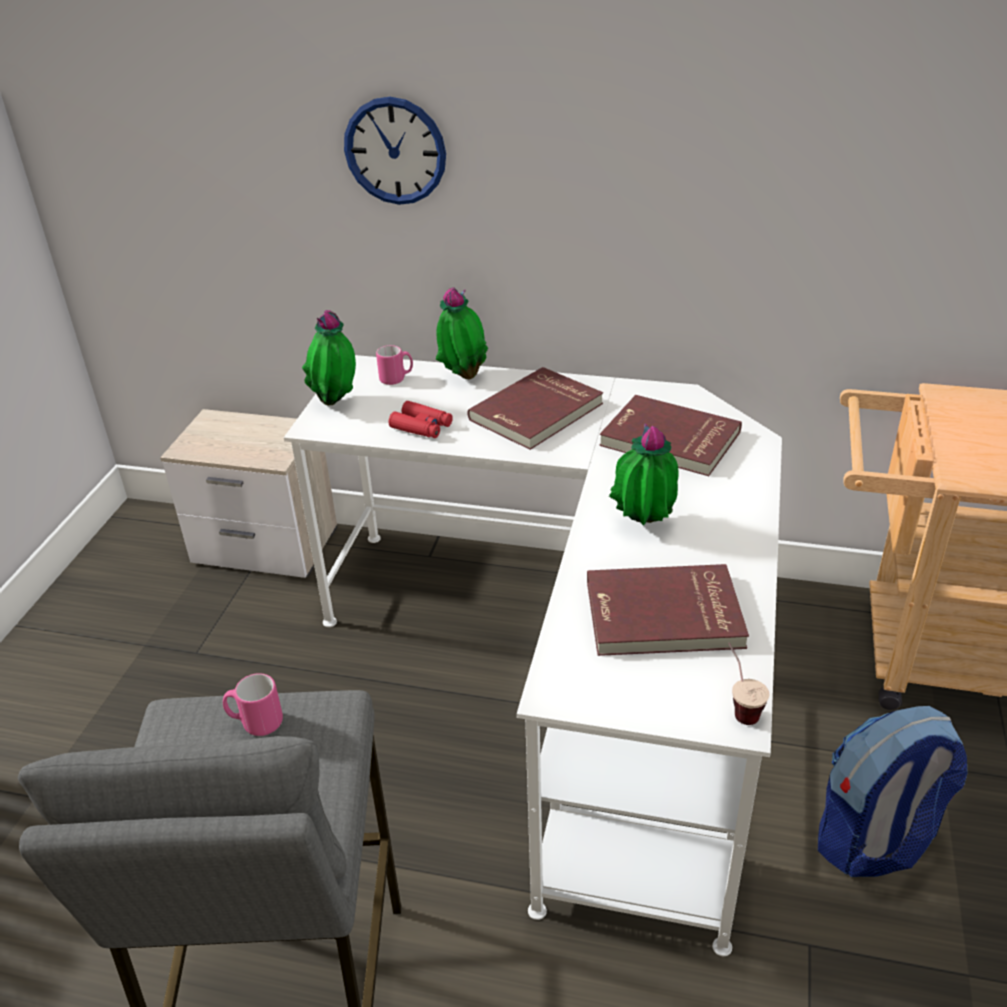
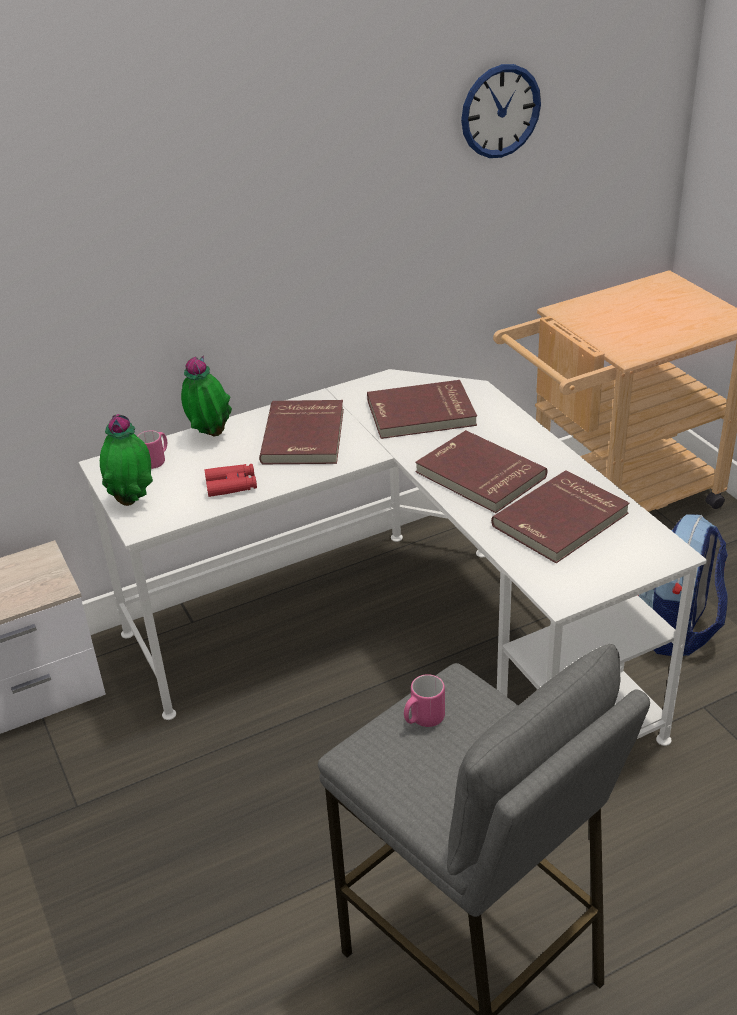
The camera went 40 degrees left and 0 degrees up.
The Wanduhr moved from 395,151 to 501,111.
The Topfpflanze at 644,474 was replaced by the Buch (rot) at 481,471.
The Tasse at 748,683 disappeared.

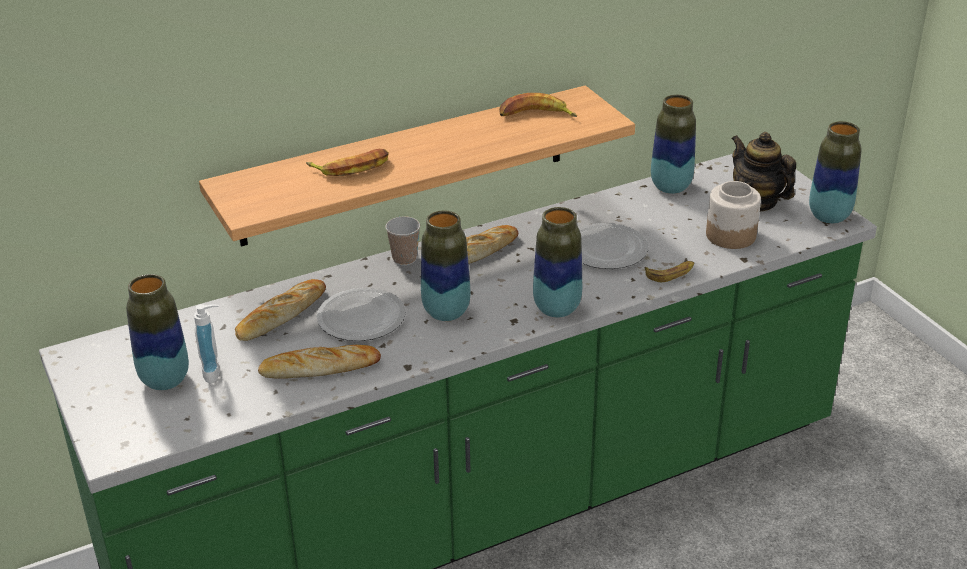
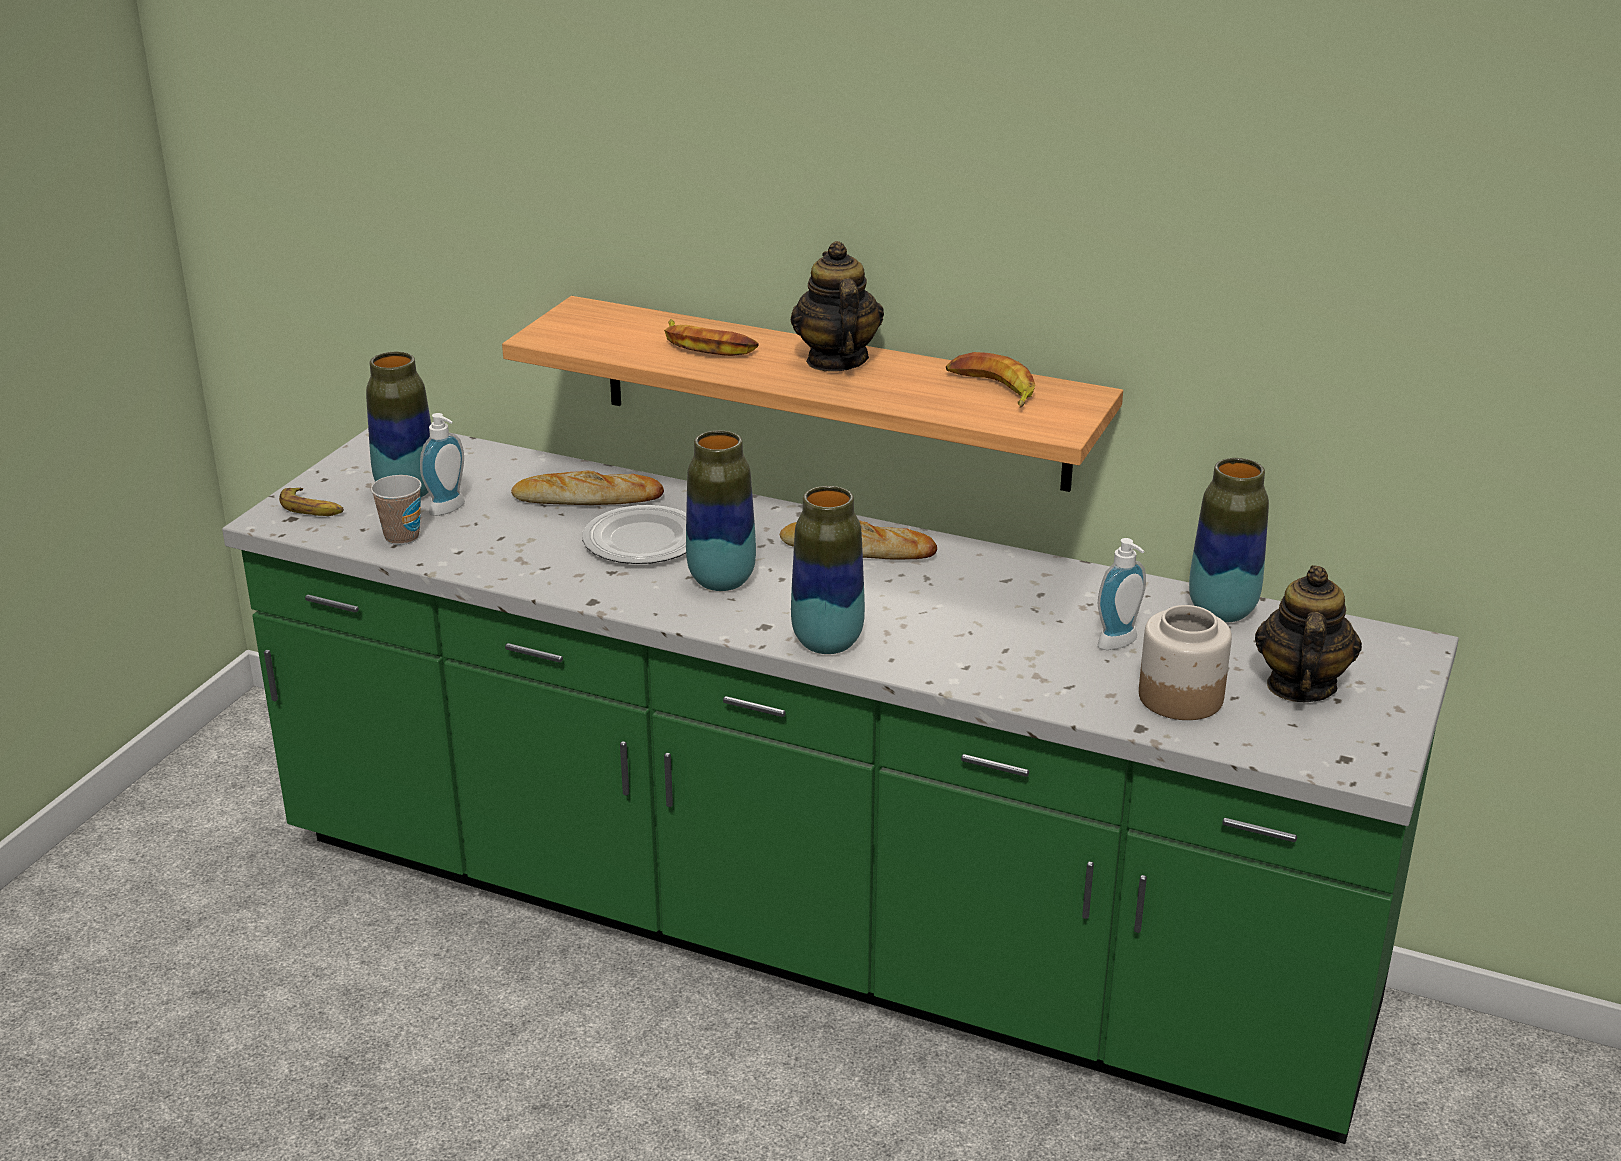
The camera went 50 degrees right and 5 degrees down.
The Brot at 319,362 disappeared.
The Tasse moved from 403,240 to 396,510.
The Teller at 614,246 disappeared.
The Banane moved from 669,271 to 311,502.
The Vase at 835,172 disappeared.
The Teekanne at 837,306 appeared.
The Seifenspender at 1122,594 appeared.

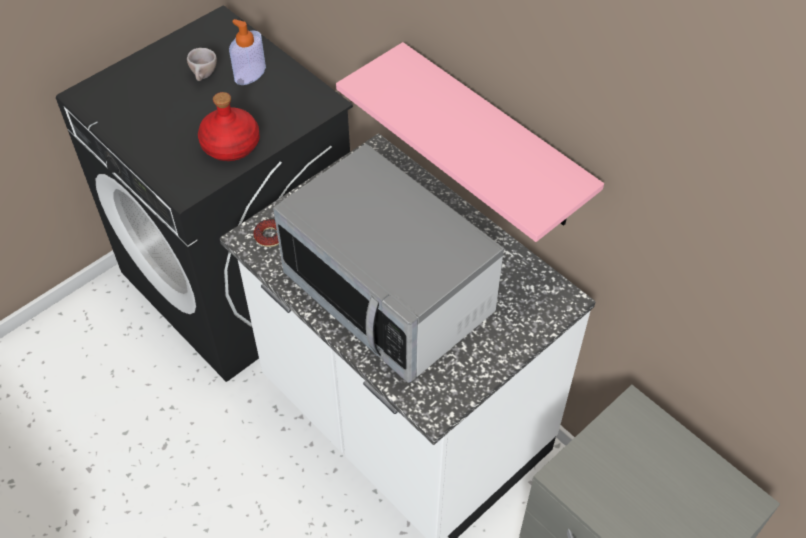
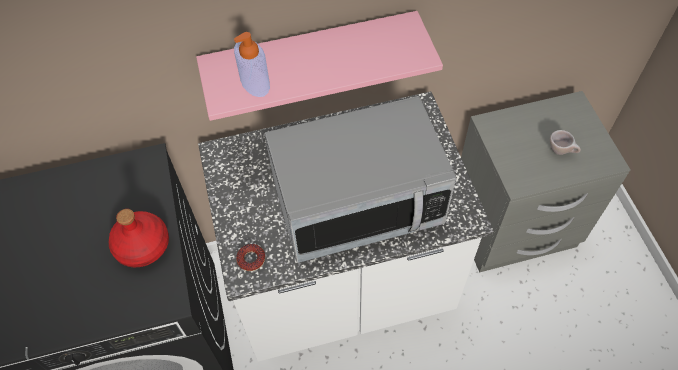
The camera went 60 degrees left and 5 degrees up.
The Tasse (beige) moved from 202,64 to 565,142.
The Seifenspender moved from 247,52 to 252,64.

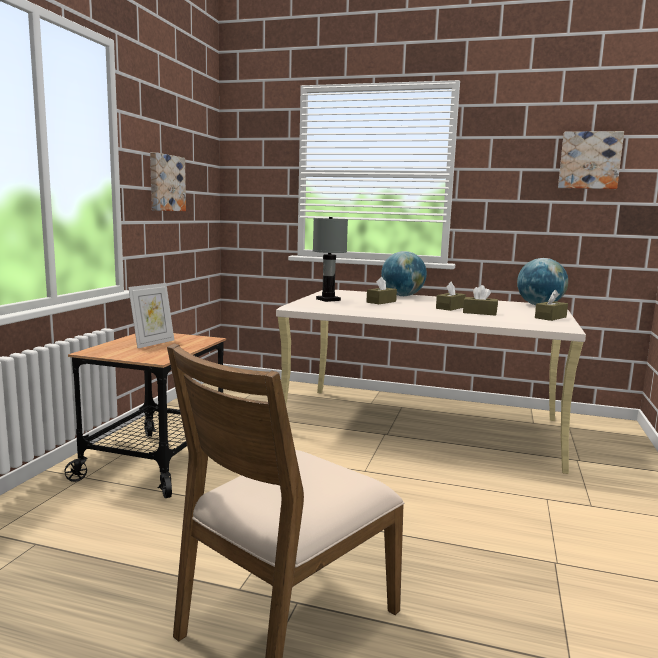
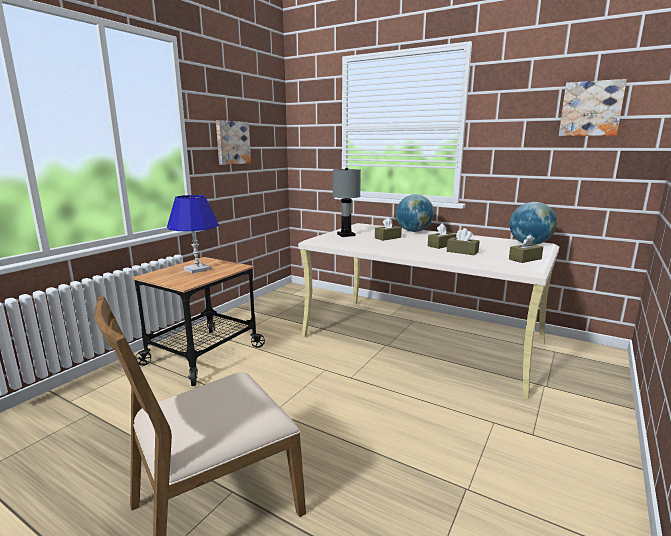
The camera went 15 degrees right and 5 degrees up.
The Bilderrahmen at 151,316 was replaced by the Tischlampe (blau) at 193,234.

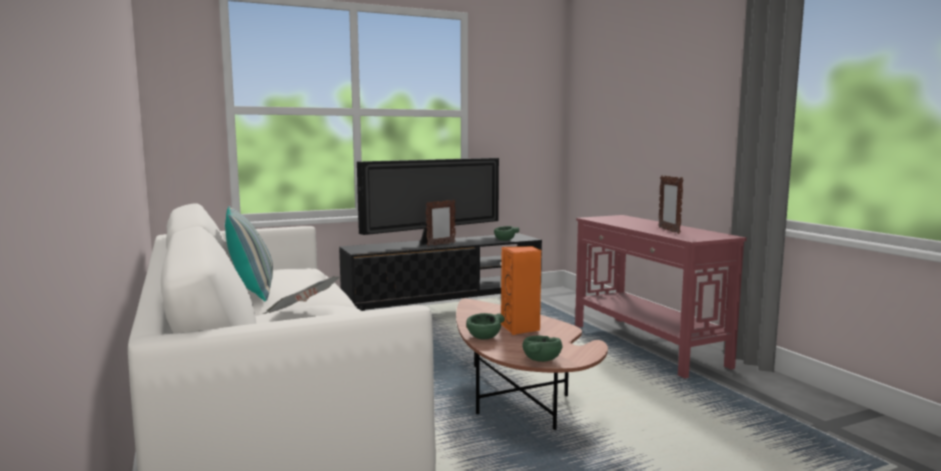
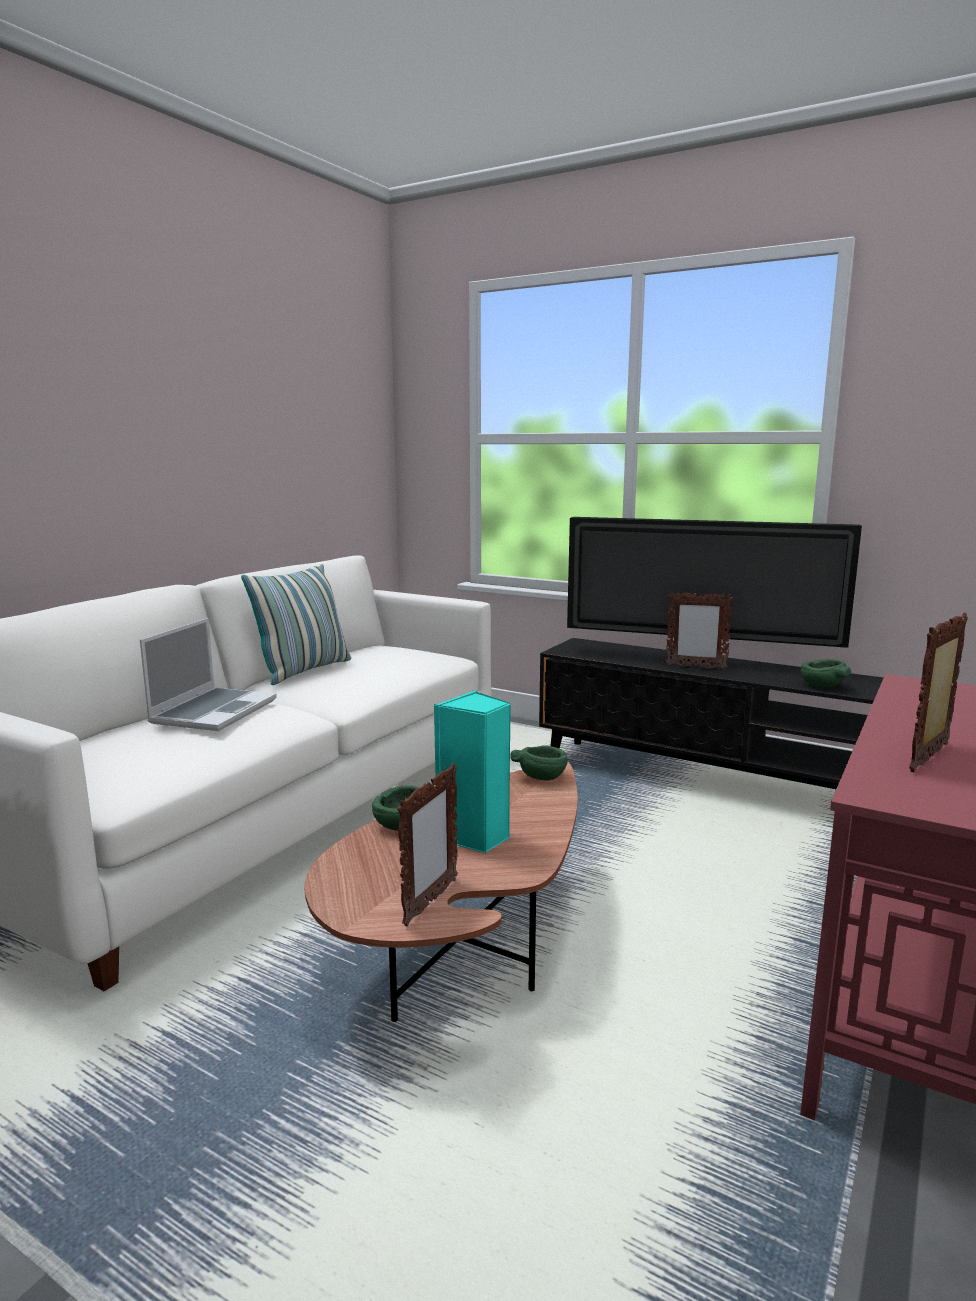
The camera went 55 degrees right and 5 degrees up.
The Zeitung at 301,295 was replaced by the Laptop at 208,674.
The Lautsprecher (orange) at 521,290 became the Lautsprecher (türkis) at 472,771.
The Schüssel (grün) moved from 542,348 to 539,763.
The Bilderrahmen at 427,844 appeared.

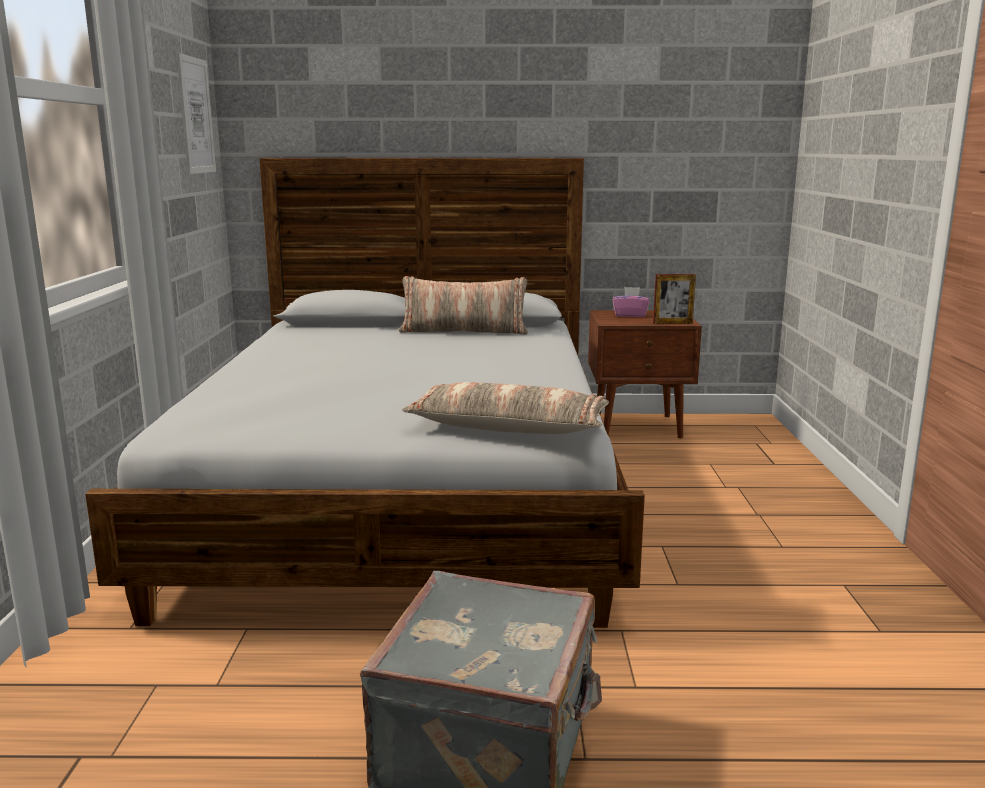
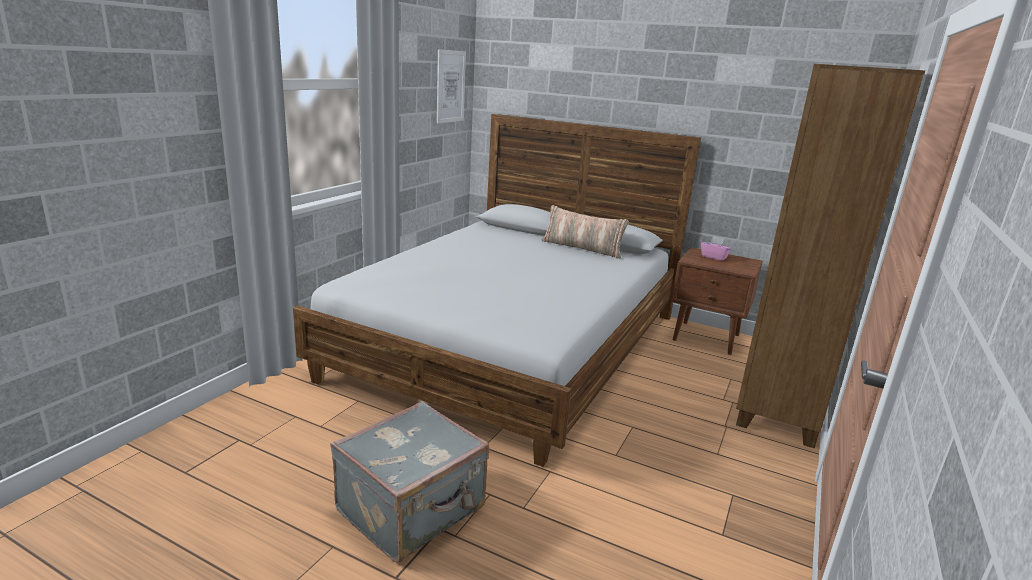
The camera went 25 degrees right and 5 degrees up.
The Kissen at 505,408 disappeared.
The Bilderrahmen at 674,299 disappeared.
The Bücherregal (braun) at 830,256 appeared.

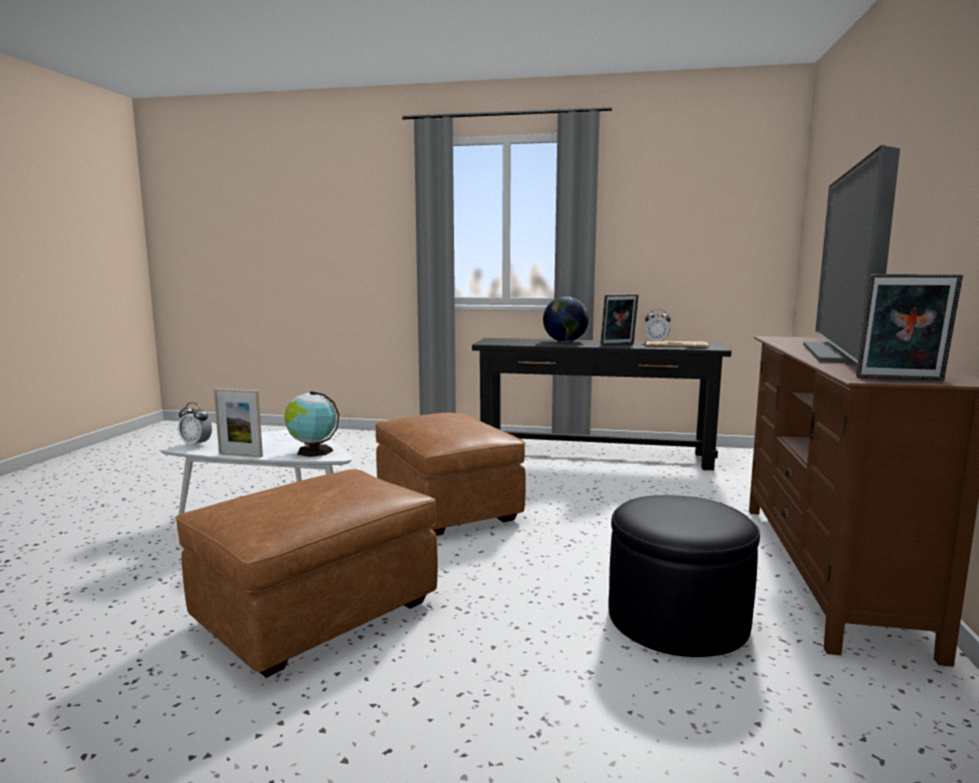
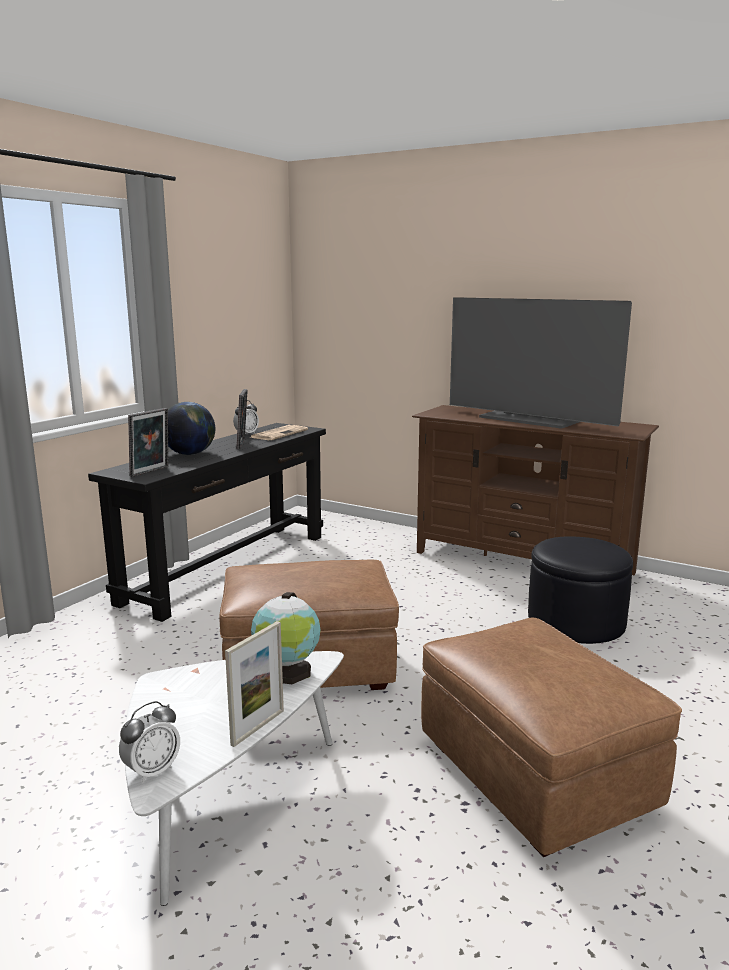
The camera went 70 degrees left and 5 degrees up.
The Bilderrahmen moved from 909,327 to 148,442.

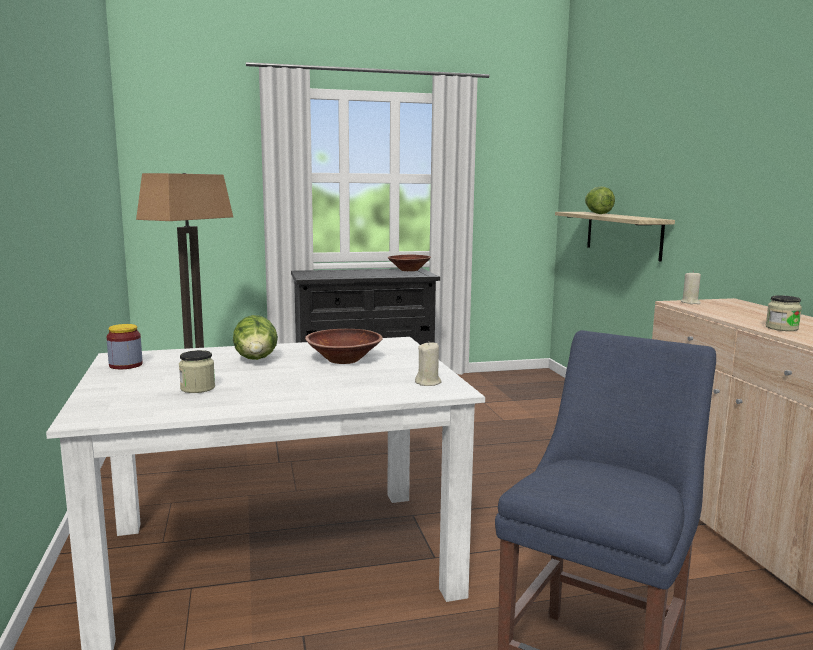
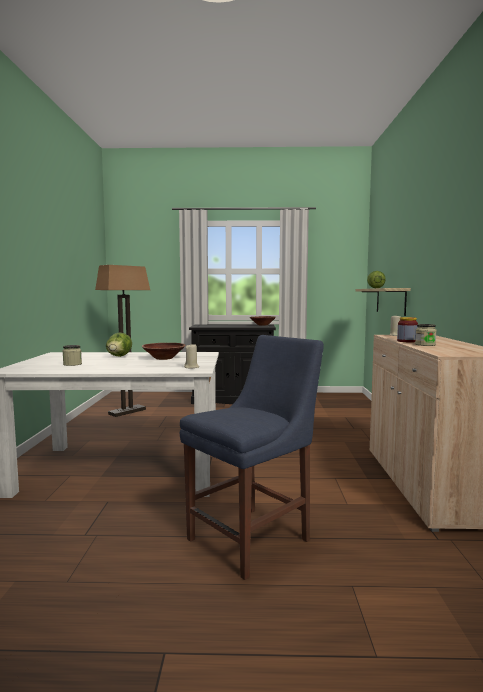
The camera went 15 degrees right and 5 degrees down.
The Vorratsglas moved from 124,346 to 407,329.

